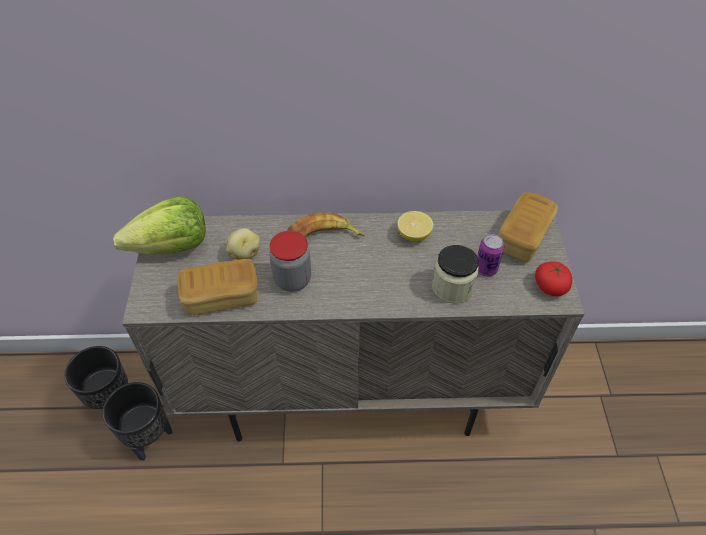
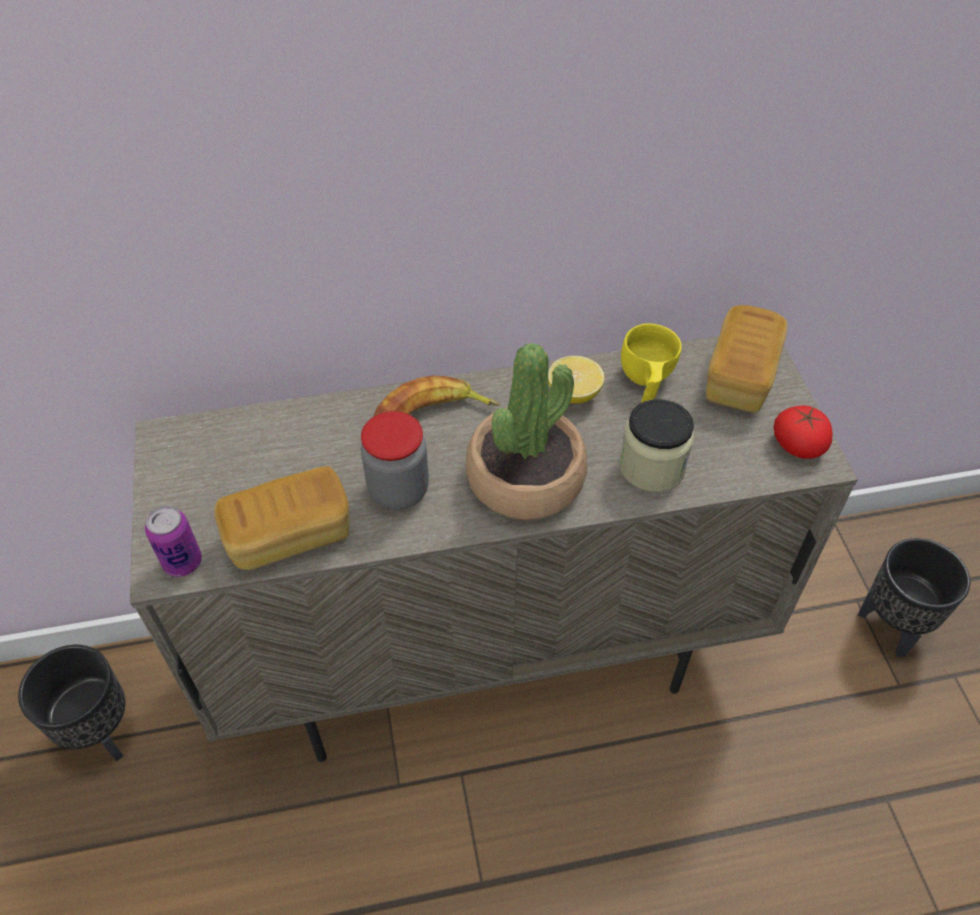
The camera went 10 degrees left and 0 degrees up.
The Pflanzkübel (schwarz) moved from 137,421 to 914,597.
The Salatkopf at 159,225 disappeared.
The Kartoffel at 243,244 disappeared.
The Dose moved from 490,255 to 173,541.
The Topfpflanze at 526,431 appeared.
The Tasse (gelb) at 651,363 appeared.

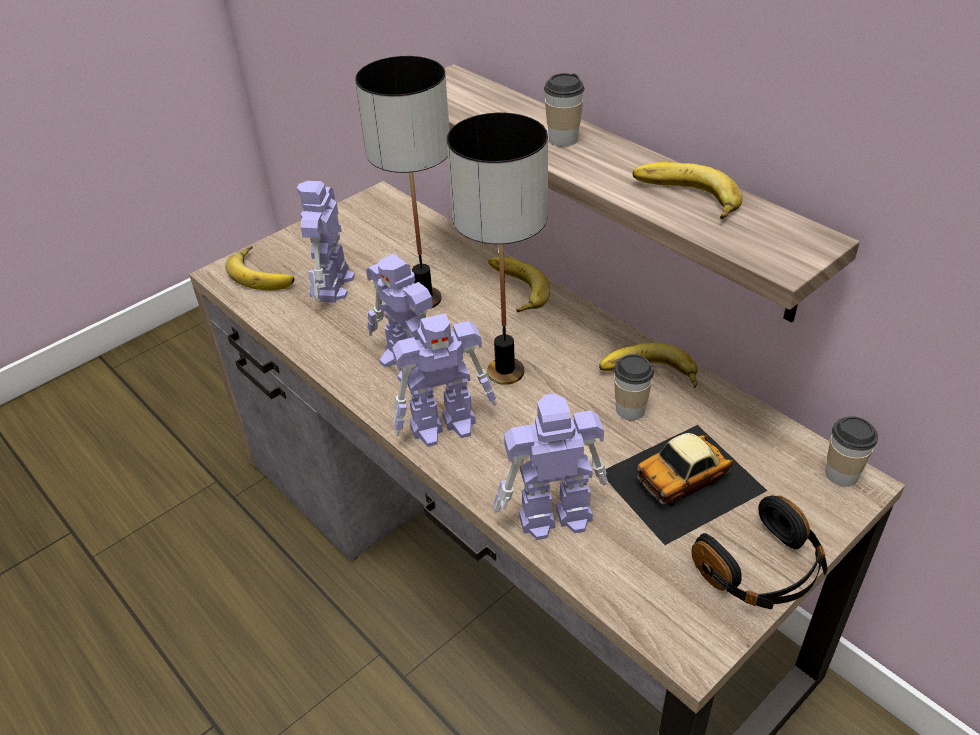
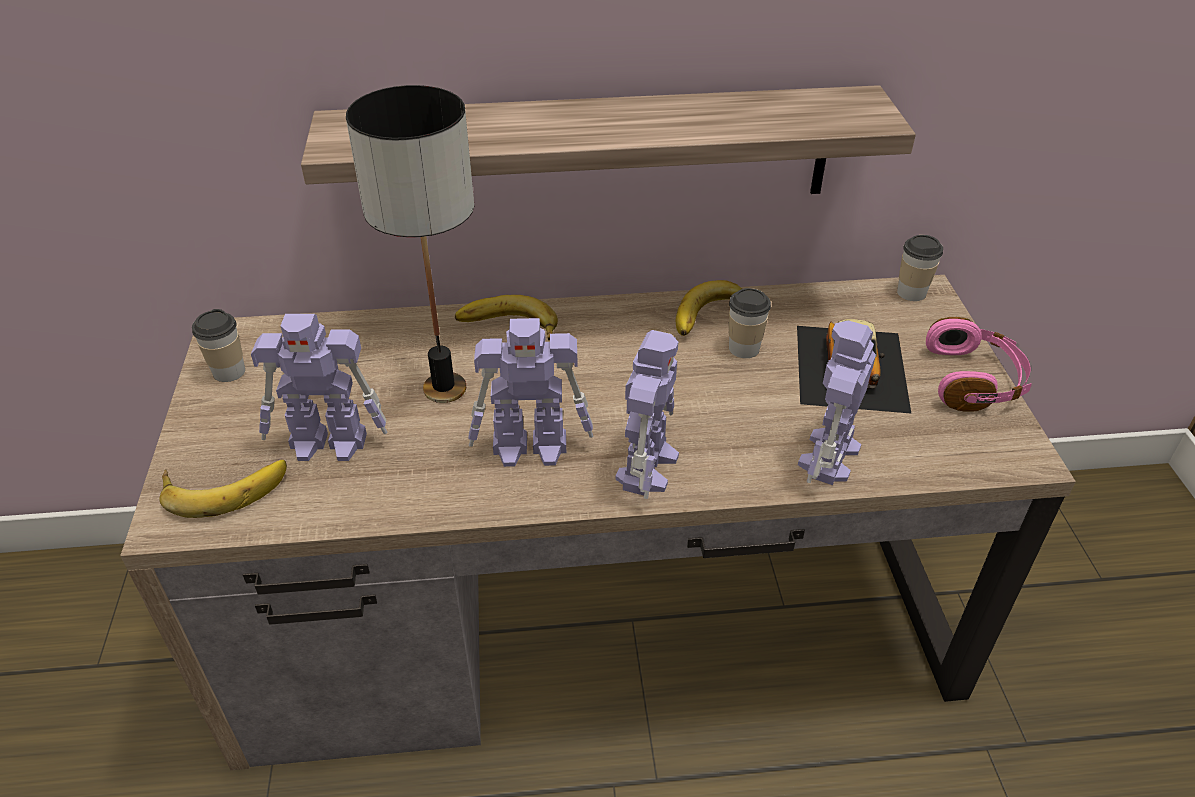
The camera went 55 degrees left and 0 degrees up.
The Spielzeugroboter at 326,242 turned 45 degrees counterclockwise.
The Tischlampe at 497,249 disappeared.
The Tasse moved from 564,110 to 218,345.
The Banane at 688,190 disappeared.
The Kopfhörer (schwarz) at 759,552 became the Kopfhörer (rosa) at 979,364.

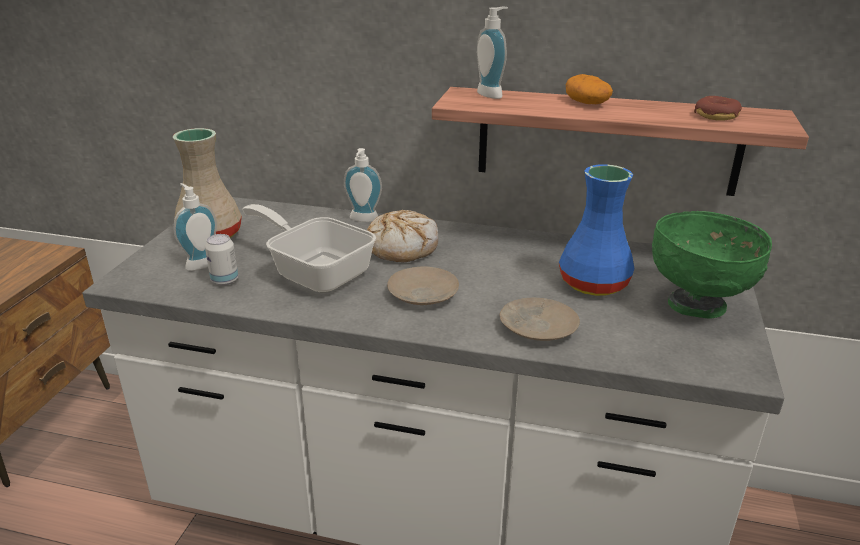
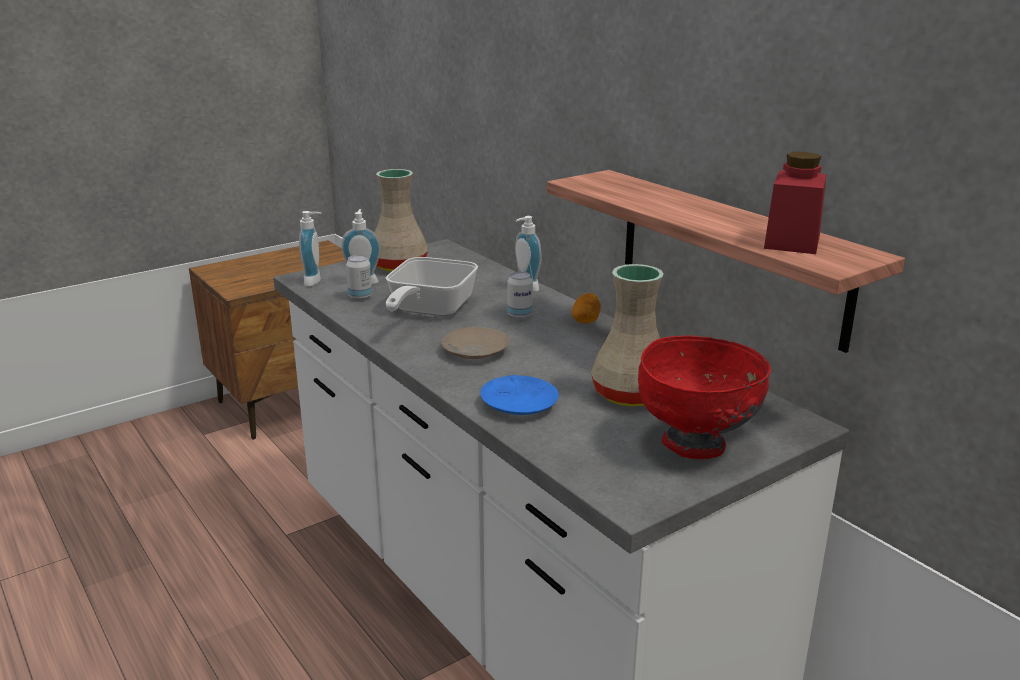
The camera went 40 degrees right and 5 degrees down.
The Pfanne at 309,248 turned 150 degrees counterclockwise.
The Brot at 402,236 was replaced by the Dose at 520,295.
The Seifenspender moved from 492,52 to 310,249.
The Teller (beige) at 540,319 became the Teller (blau) at 519,395.
The Vase (blau) at 596,230 became the Vase (beige) at 627,335.
The Kartoffel moved from 589,89 to 586,308.
The Schüssel (grün) at 712,265 became the Schüssel (rot) at 704,397.
The Donut at 718,108 was replaced by the Vorratsglas (rot) at 795,203.

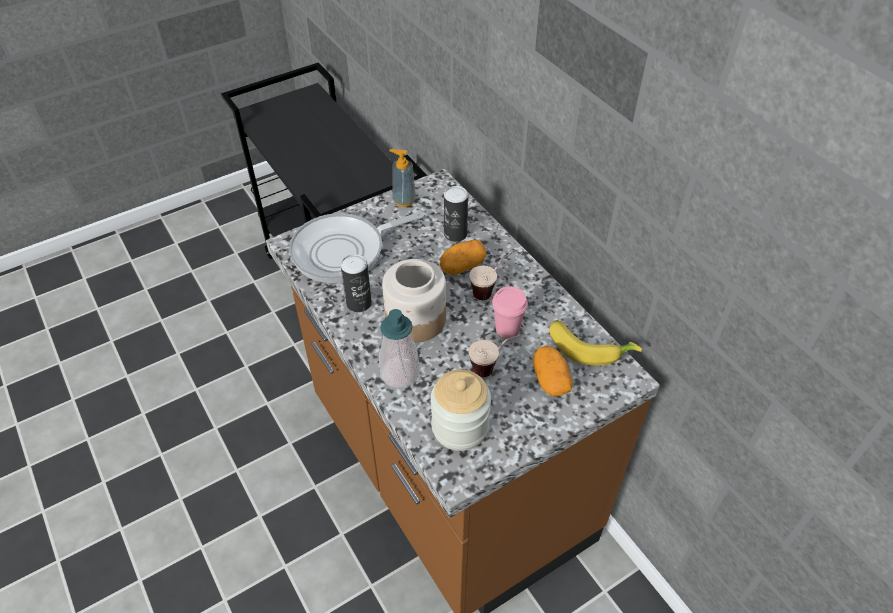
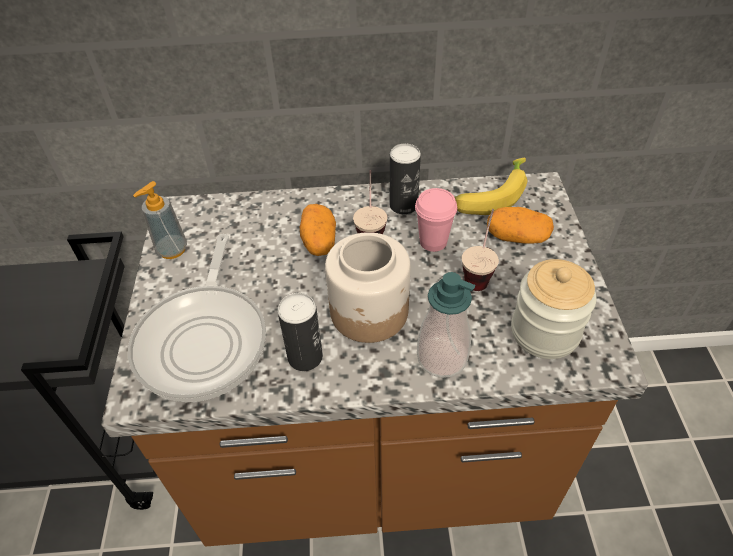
The camera went 60 degrees left and 0 degrees up.
The Dose moved from 456,214 to 405,178.

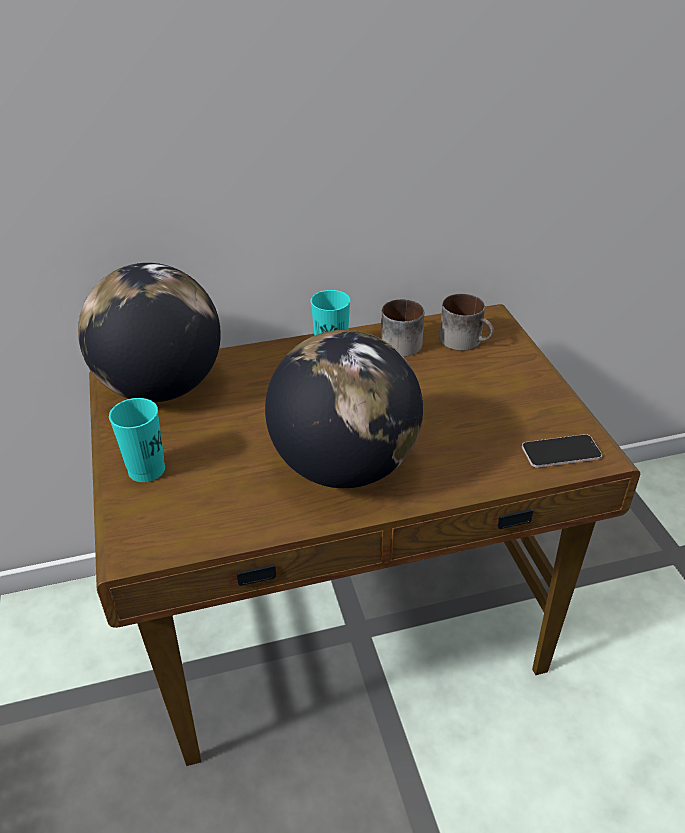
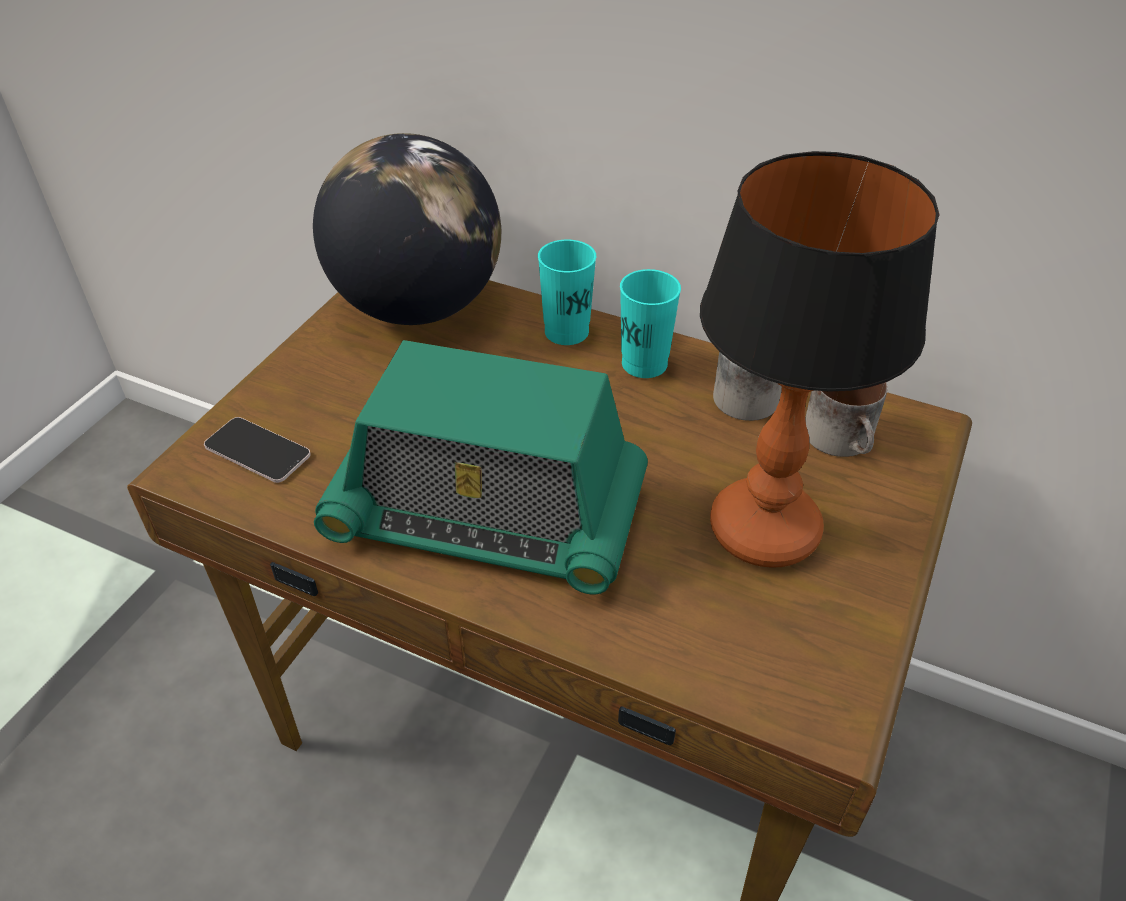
The camera went 40 degrees right and 5 degrees up.
The Tasse (türkis) moved from 137,440 to 567,292.
The Globus at 344,409 was replaced by the Radio at 481,467.
The Handy moved from 562,451 to 257,450.
The Tischlampe at 820,359 appeared.

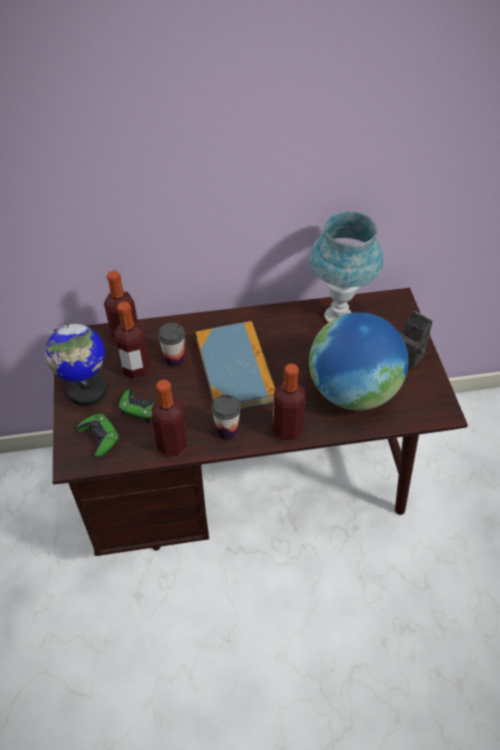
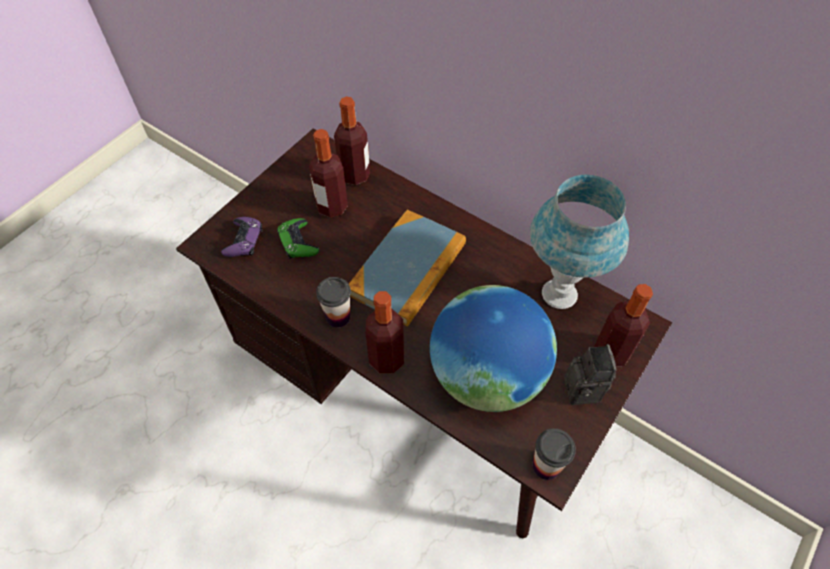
The camera went 45 degrees right and 5 degrees up.
The Globus at 76,361 disappeared.
The Gamepad (grün) at 98,435 became the Gamepad (lila) at 241,237.
The Flasche moved from 169,418 to 623,325.
The Tasse moved from 171,345 to 554,454.

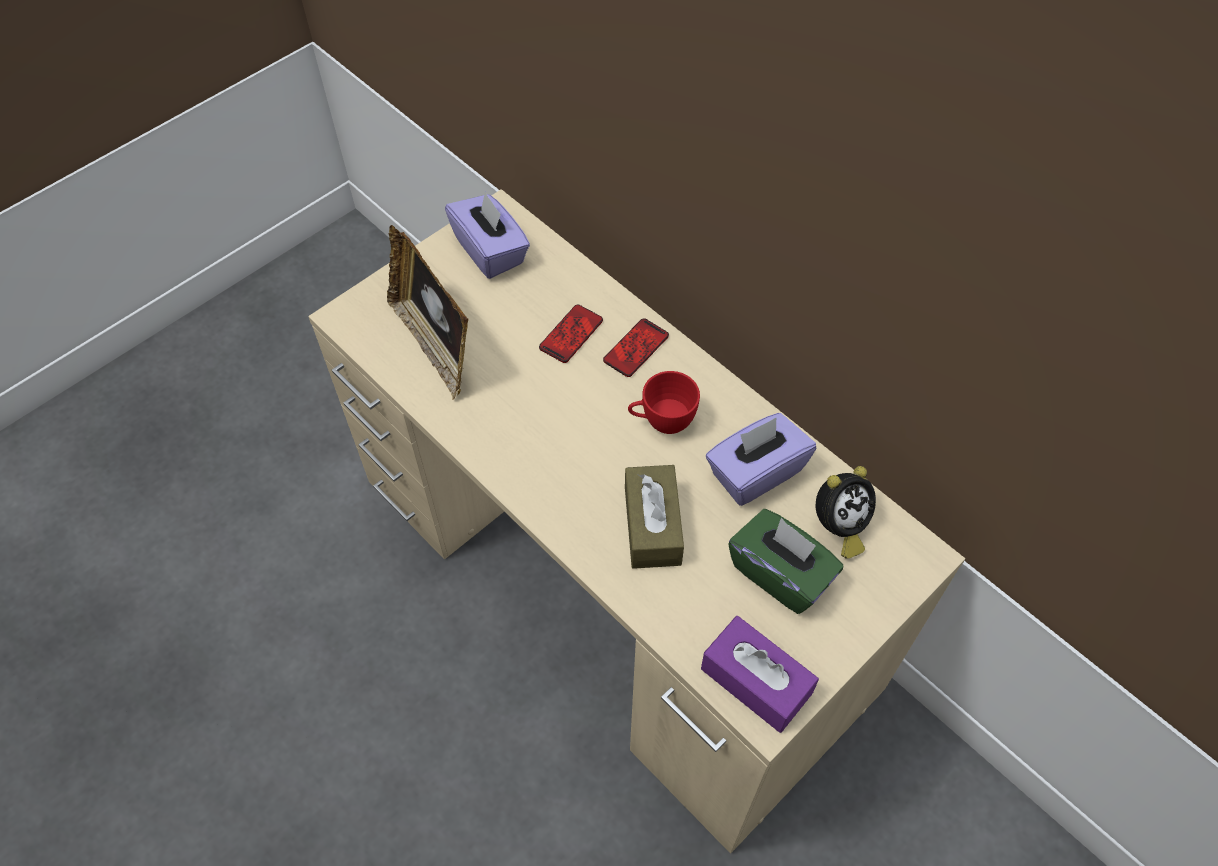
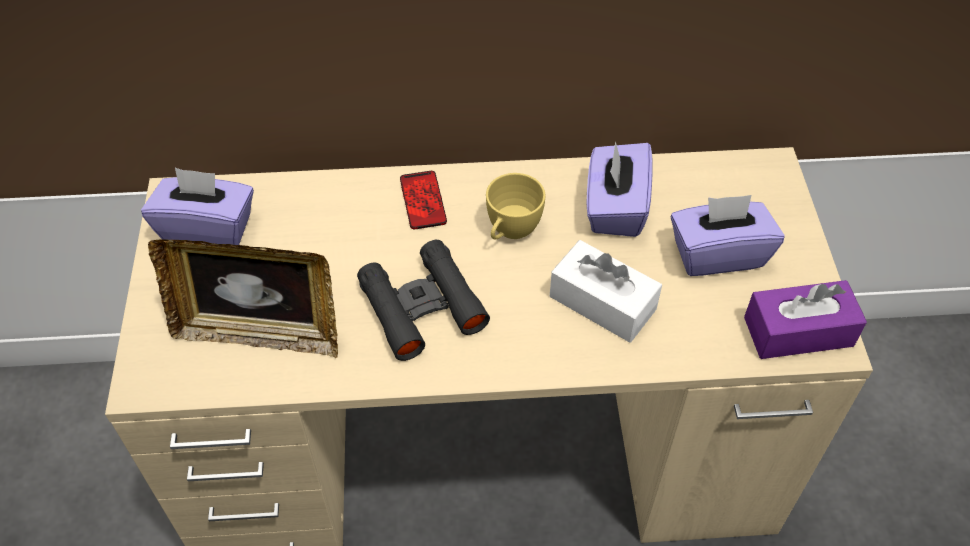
The camera went 50 degrees left and 5 degrees down.
The Handy at 571,333 disappeared.
The Taschentuchbox (braun) at 654,517 became the Taschentuchbox (weiß) at 606,291.
The Tasse (rot) at 664,402 became the Tasse (gelb) at 516,206.
The Taschentuchbox (grün) at 785,561 became the Taschentuchbox (lila) at 728,235.
The Wecker at 846,512 disappeared.
The Fernglas (schwarz) at 423,300 appeared.

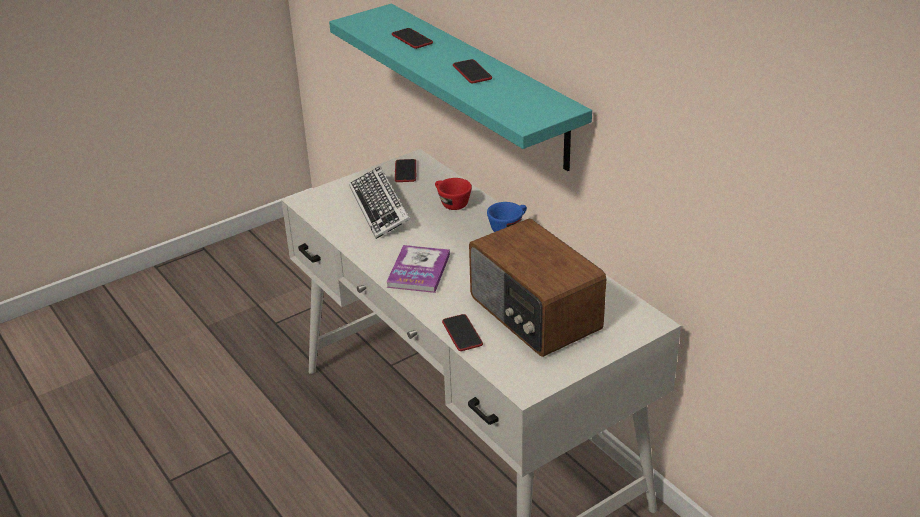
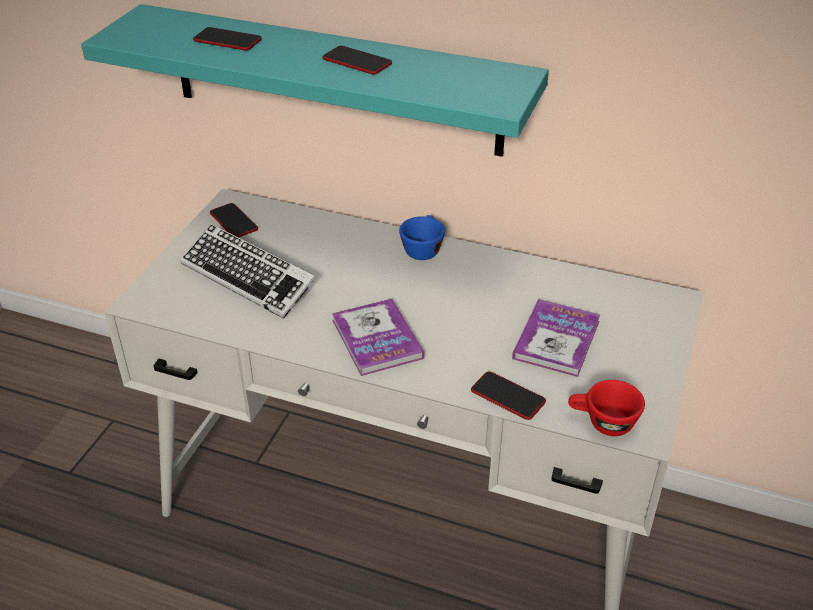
The camera went 35 degrees left and 5 degrees up.
The Tasse (rot) moved from 453,194 to 606,408.
The Radio at 537,288 was replaced by the Buch at 556,338.

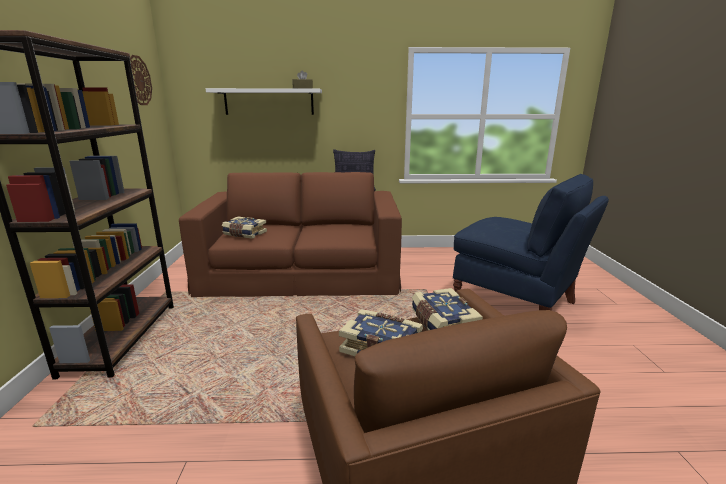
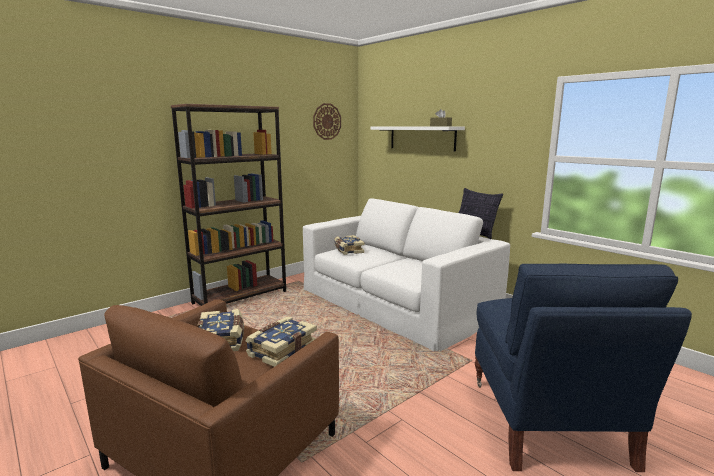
The camera went 50 degrees right and 5 degrees down.
The Sofa (braun) at 290,234 became the Sofa (weiß) at 406,274.

